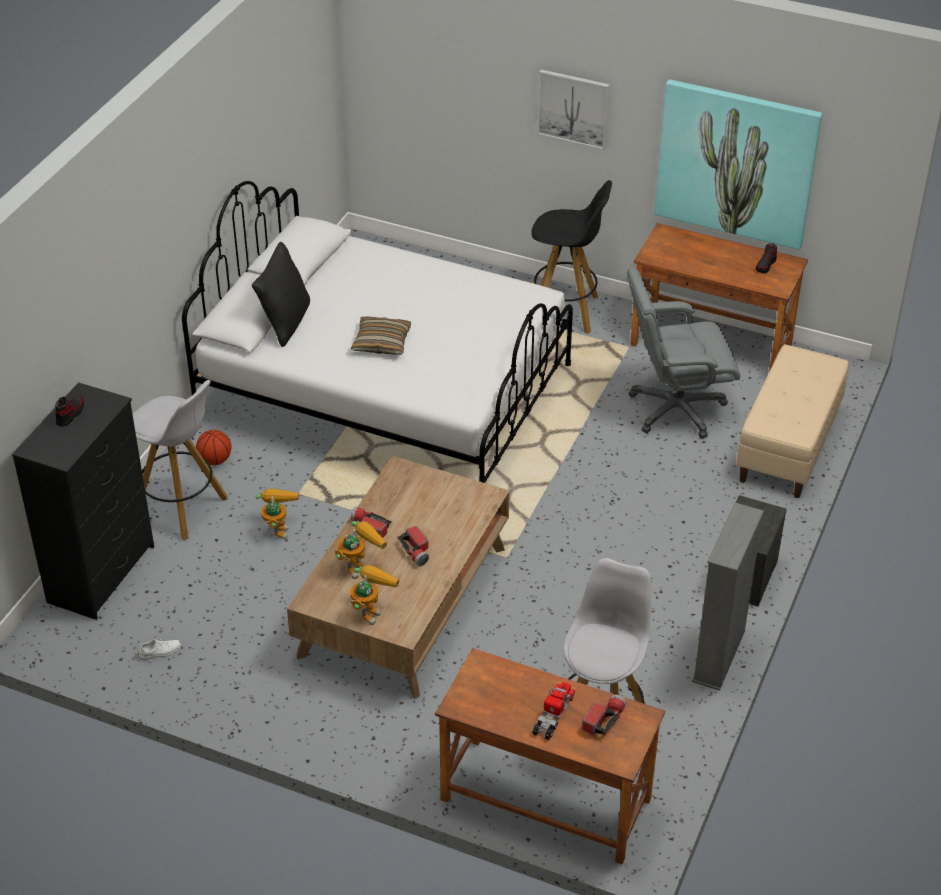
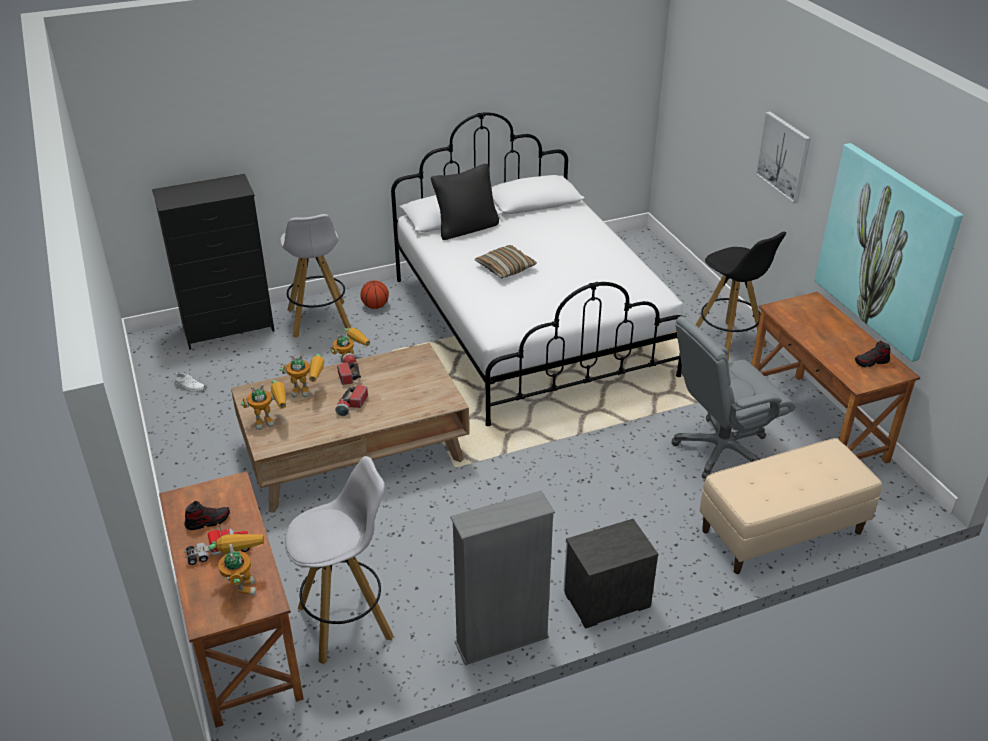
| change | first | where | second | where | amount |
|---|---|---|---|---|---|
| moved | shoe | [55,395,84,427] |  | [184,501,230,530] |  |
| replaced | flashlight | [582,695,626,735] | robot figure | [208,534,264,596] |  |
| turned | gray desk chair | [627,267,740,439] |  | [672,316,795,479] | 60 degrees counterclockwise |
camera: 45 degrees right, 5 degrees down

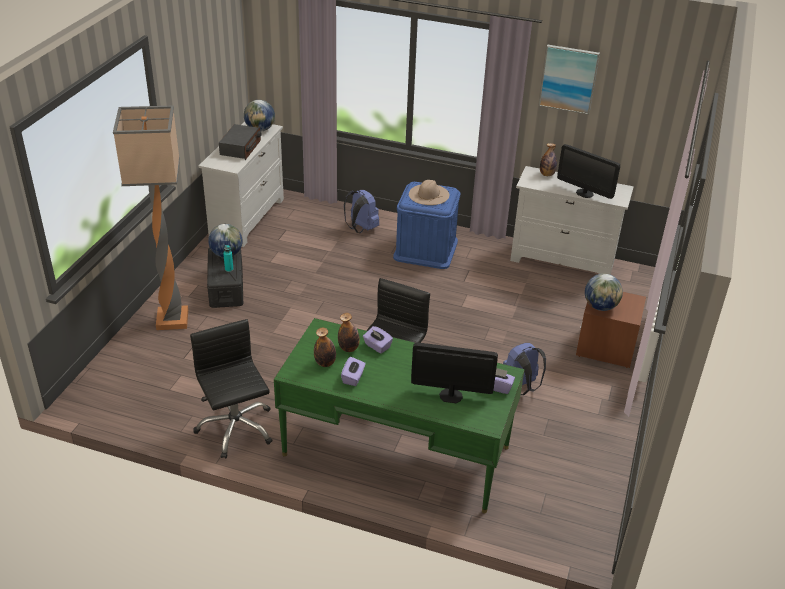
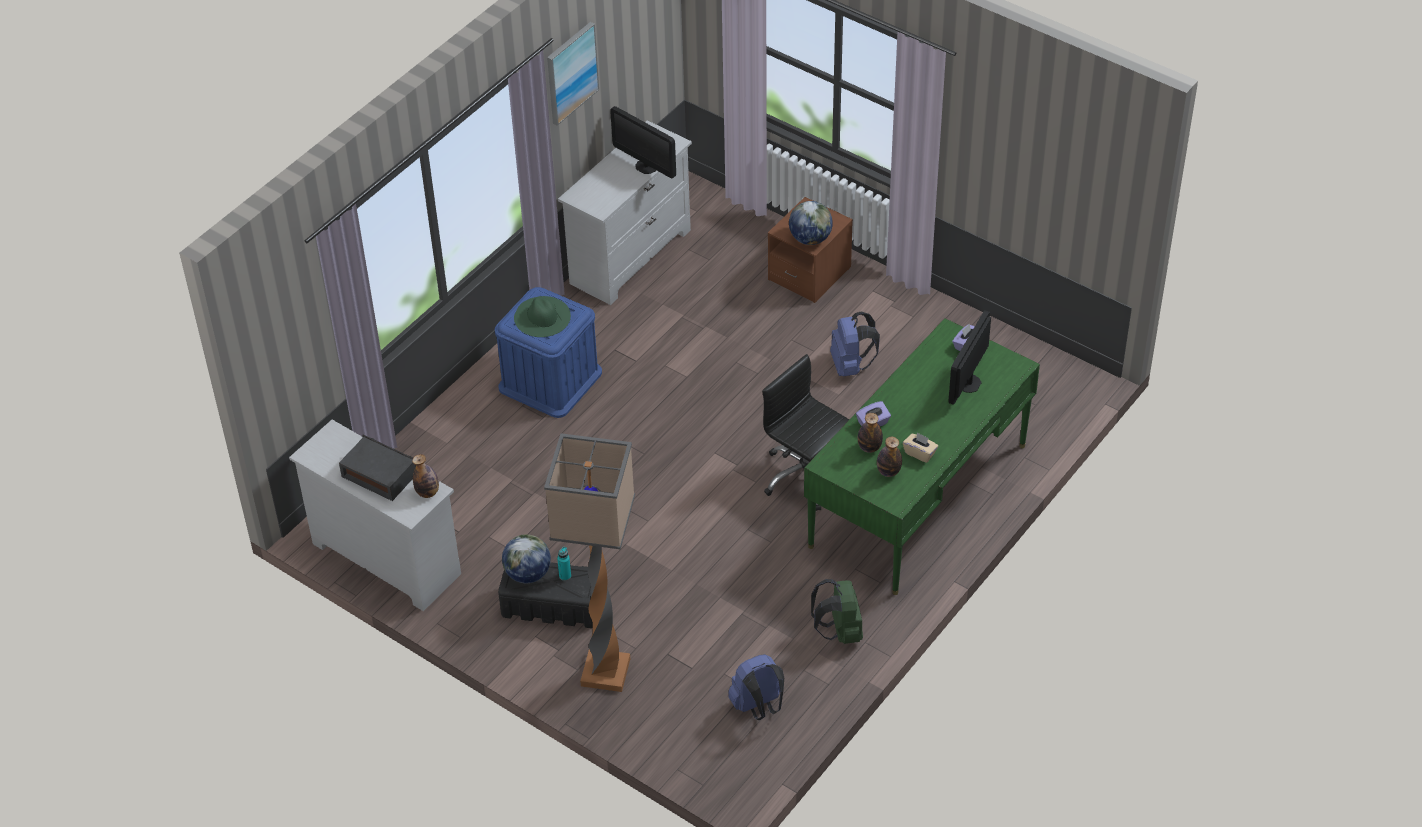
| change | first | where | second | where | amount |
|---|---|---|---|---|---|
| removed | desk globe | [244,100,275,132] |  |  |  |
| moved | blue-coloured knapsack | [344,190,379,233] |  | [728,654,784,720] |  |
| moved | bottle | [540,143,557,176] |  | [412,454,439,498] |  |
| replaced | black-coloured desk chair | [190,319,273,458] | green knapsack | [811,579,863,644] |  |
| recoloured | purple-coloured tissue holder | [341,357,366,386] | beige tissue holder | [903,432,938,463] |  |
| recoloured | beige wearable hat | [409,180,449,205] | green wearable hat | [514,296,571,337] |  |
| turned | monitor | [557,144,620,199] |  | [610,106,676,178] | 75 degrees clockwise |
camera: 70 degrees left, 10 degrees up

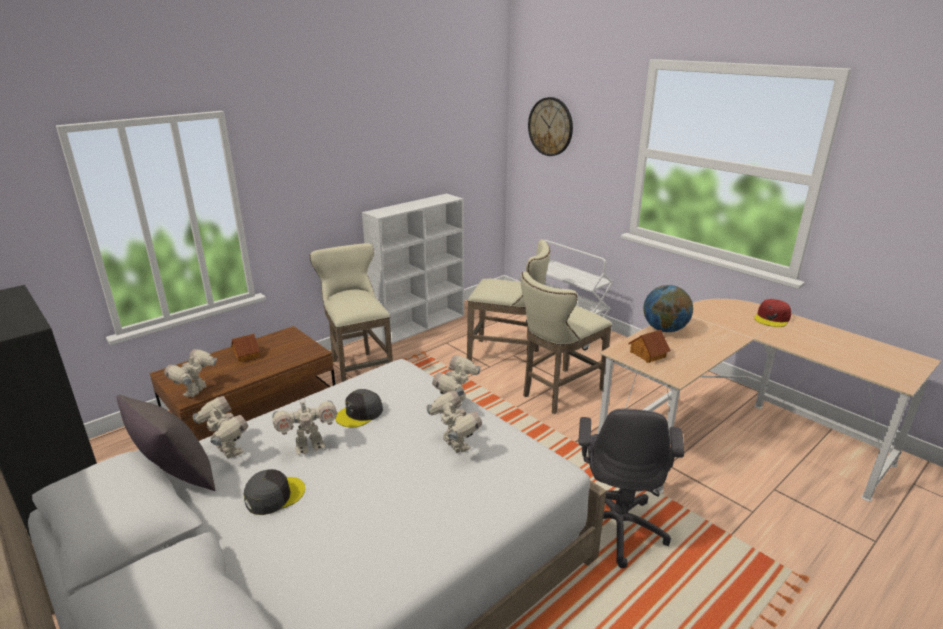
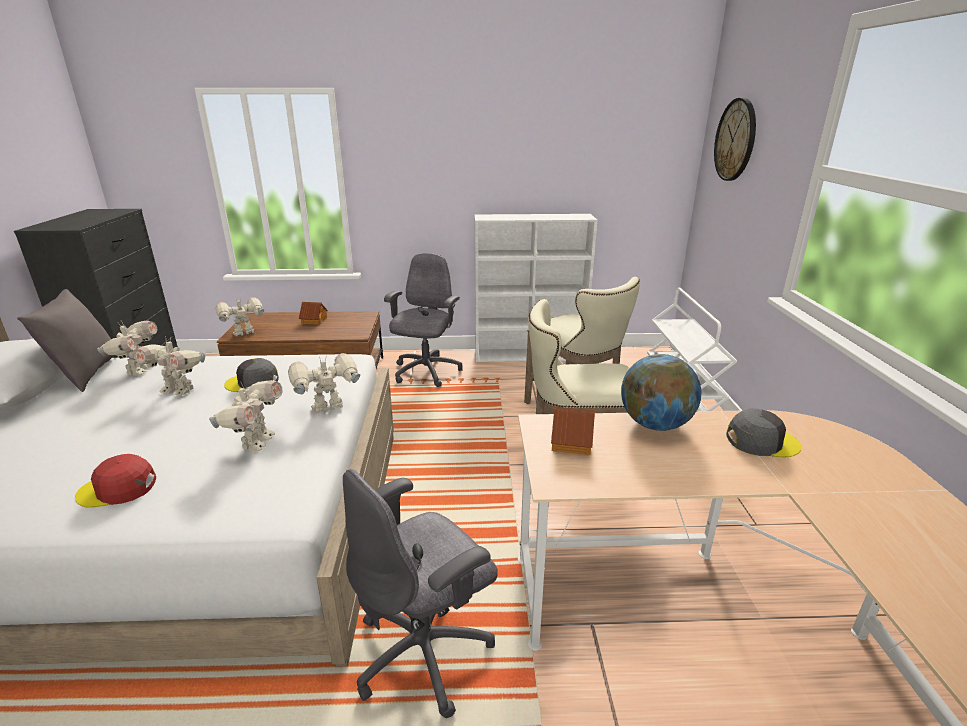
| change | first | where | second | where | amount |
|---|---|---|---|---|---|
| moved | gray peaked cap | [243,469,305,515] |  | [726,409,802,457] |  |
| moved | red-coloured peaked cap | [754,299,791,327] |  | [75,454,156,508] |  |
| replaced | beige sitting stool | [310,243,393,382] | gray desk chair | [384,253,463,387] |  |
camera: 40 degrees right, 0 degrees up

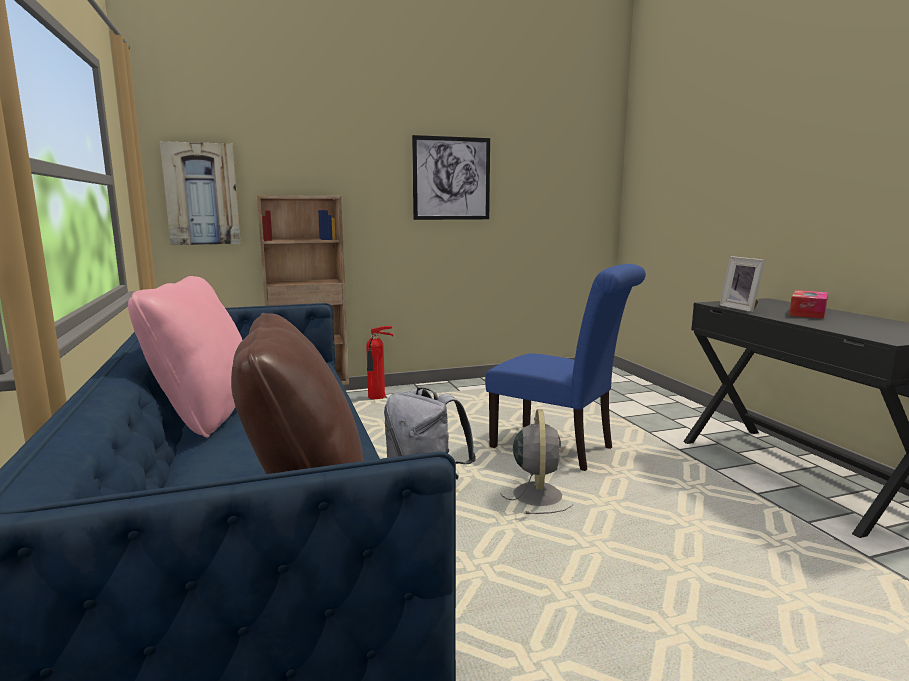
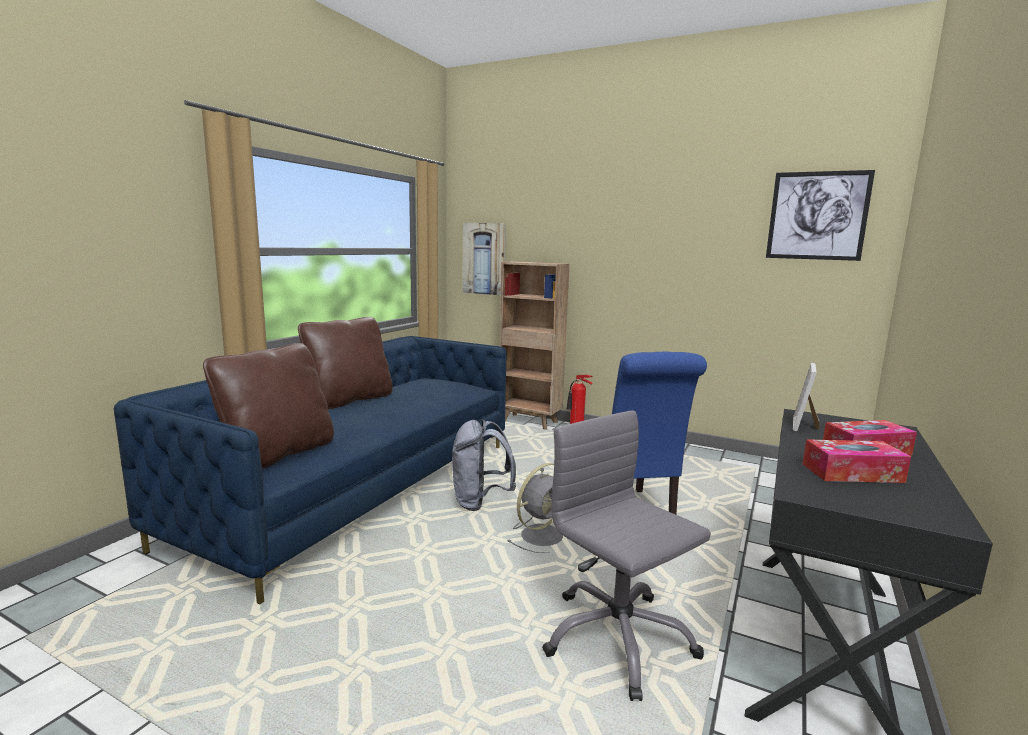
| change | first | where | second | where | amount |
|---|---|---|---|---|---|
| added |  |  | gray desk chair | [542,410,711,701] |  |
| added |  |  | tissue holder | [803,439,911,483] |  |
| moved | wall art | [412,135,490,220] |  | [766,170,875,261] |  |
| recoloured | pinkish pillow | [128,276,242,438] | brownish pillow | [298,317,392,409] |  |
camera: 45 degrees right, 0 degrees up

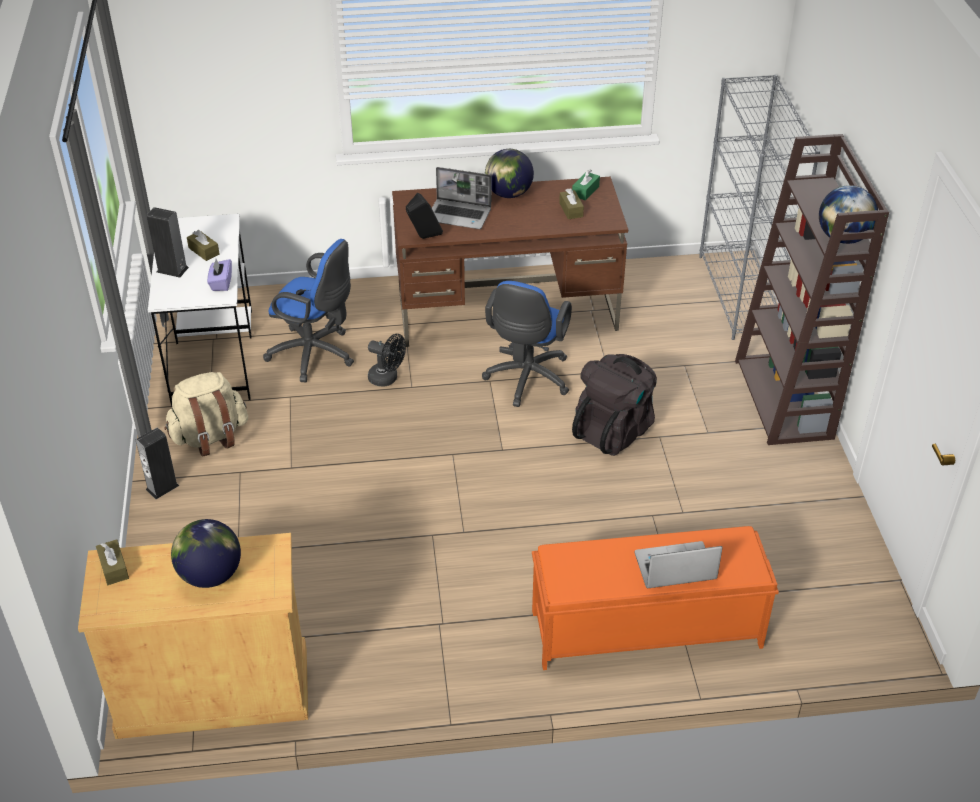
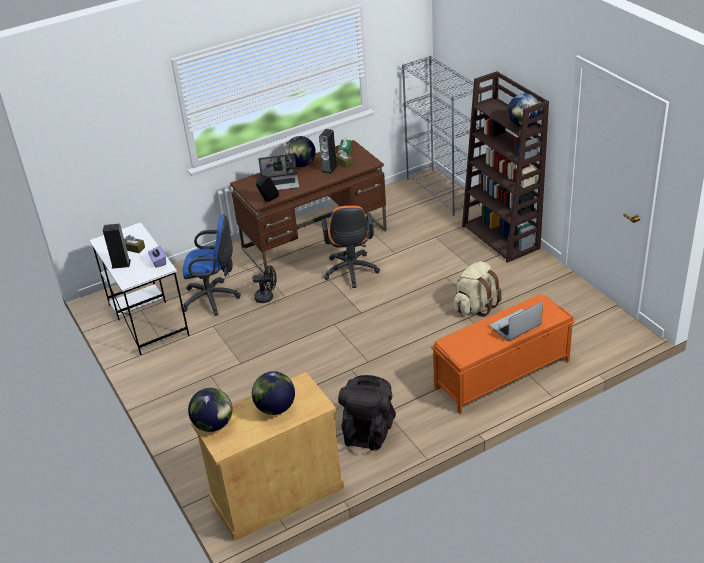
| change | first | where | second | where | amount |
|---|---|---|---|---|---|
| moved | speaker | [136,427,180,499] |  | [319,129,338,174] |  |
| moved | beige knapsack | [164,372,248,457] |  | [455,262,502,317] |  |
| moved | black-coloured knapsack | [572,354,657,456] |  | [338,375,396,451] |  |
| replaced | brownish tissue holder | [96,539,129,585] | desk globe | [188,388,232,432] |  |
| recoloured | blue-coloured desk chair | [482,281,572,407] | orange desk chair | [322,206,380,288] |  |
camera: 20 degrees left, 5 degrees down

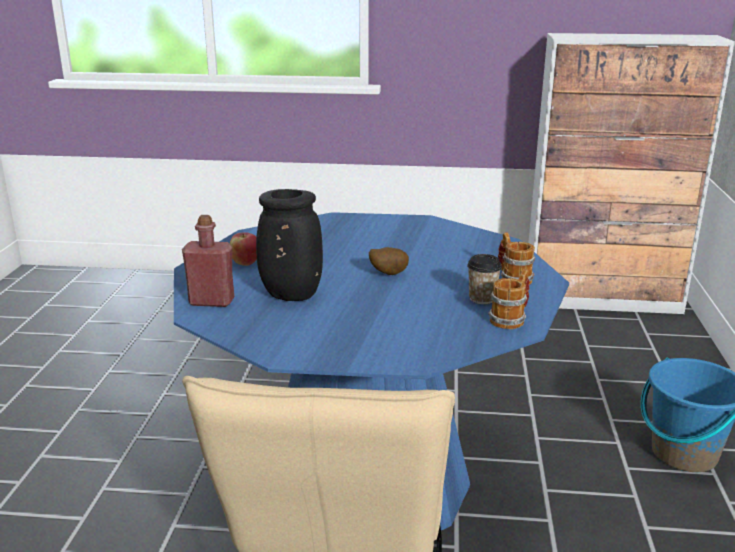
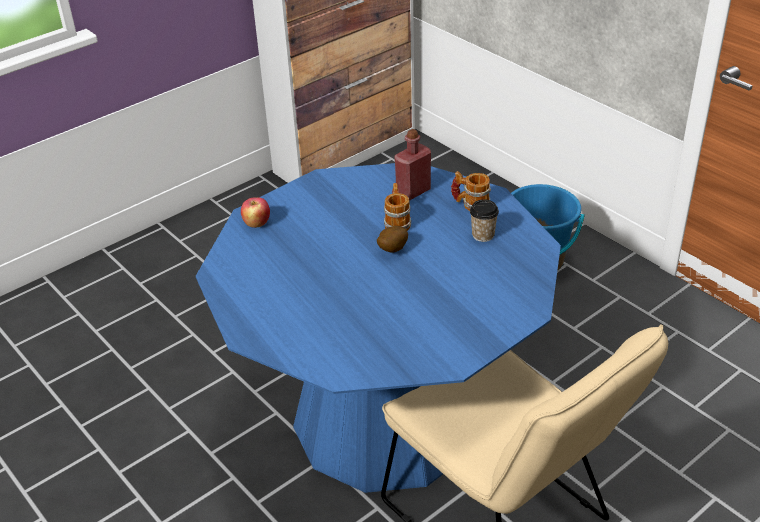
| change | first | where | second | where | amount |
|---|---|---|---|---|---|
| removed | black-coloured decorative vase | [256,189,323,301] |  |  |  |
| moved | red-coloured bottle | [182,215,234,307] |  | [395,129,431,201] |  |
| moved | apple fruit | [230,233,257,266] |  | [241,197,270,228] |  |
| moved | tea mug | [488,269,529,329] |  | [384,183,411,231] |  |
camera: 45 degrees left, 15 degrees up

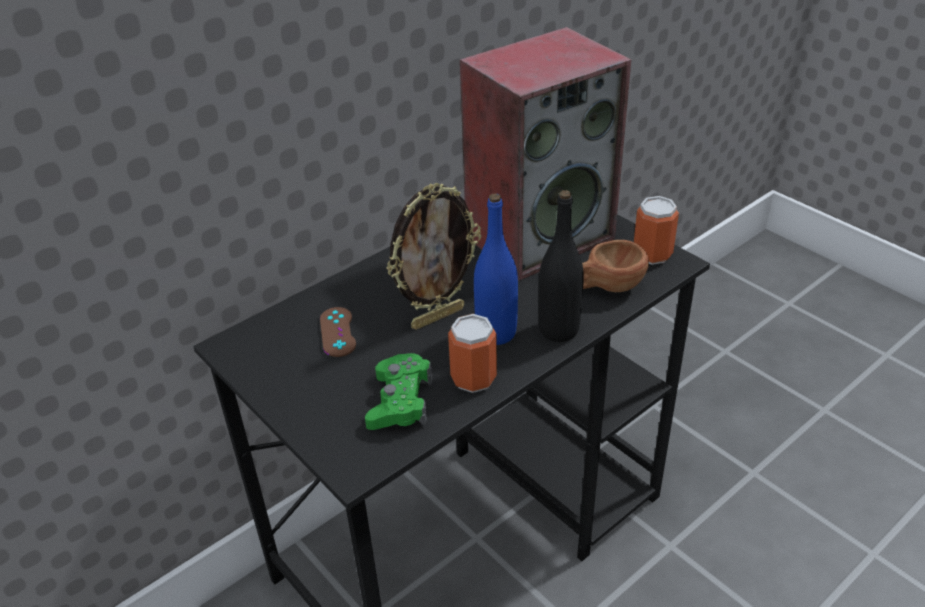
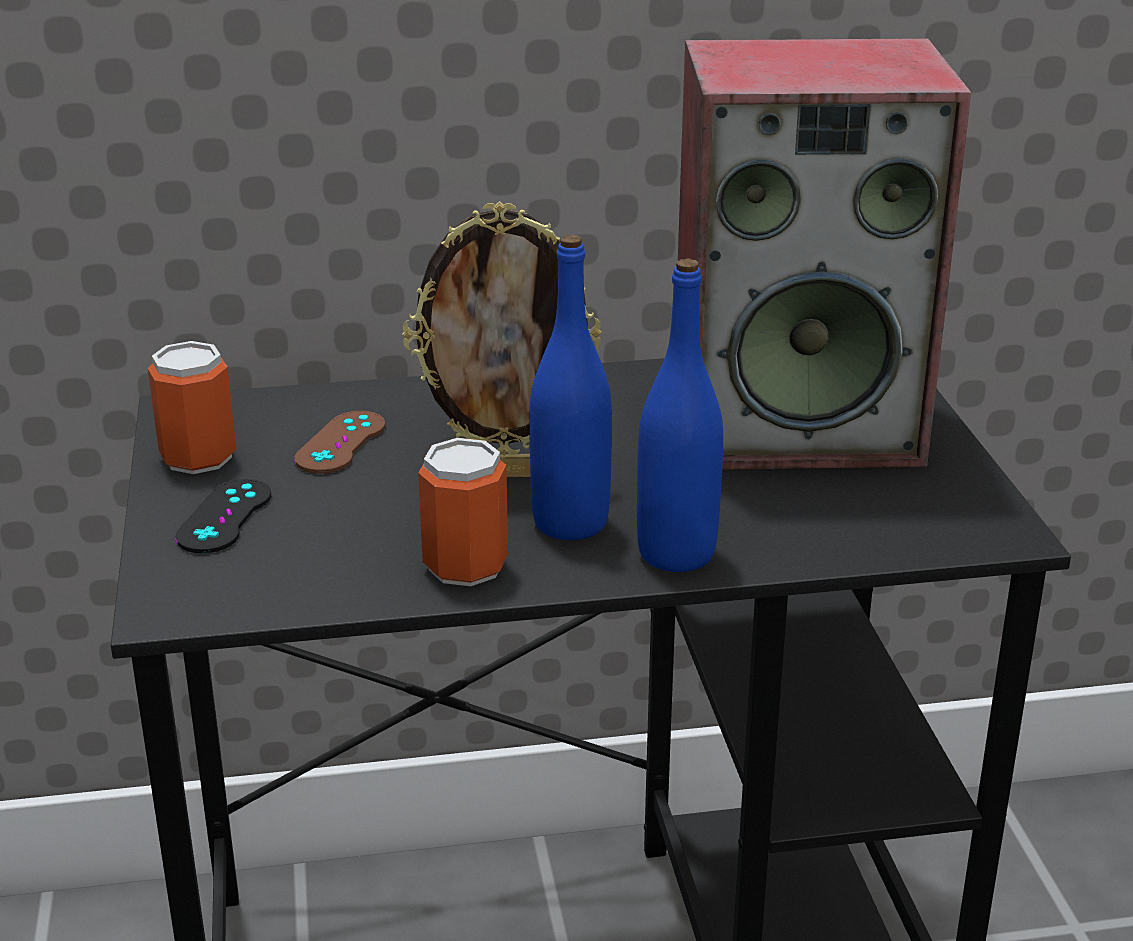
| change | first | where | second | where | amount |
|---|---|---|---|---|---|
| removed | green gamepad | [365,353,432,430] |  |  |  |
| removed | brownish small cup | [582,240,649,292] |  |  |  |
| added |  |  | black-coloured gamepad | [175,479,271,553] |  |
| moved | can | [634,196,679,265] |  | [148,341,236,474] |  |
| recoloured | black-coloured bottle | [538,190,584,342] | blue-coloured bottle | [637,258,723,572] |  |
camera: 30 degrees right, 10 degrees down

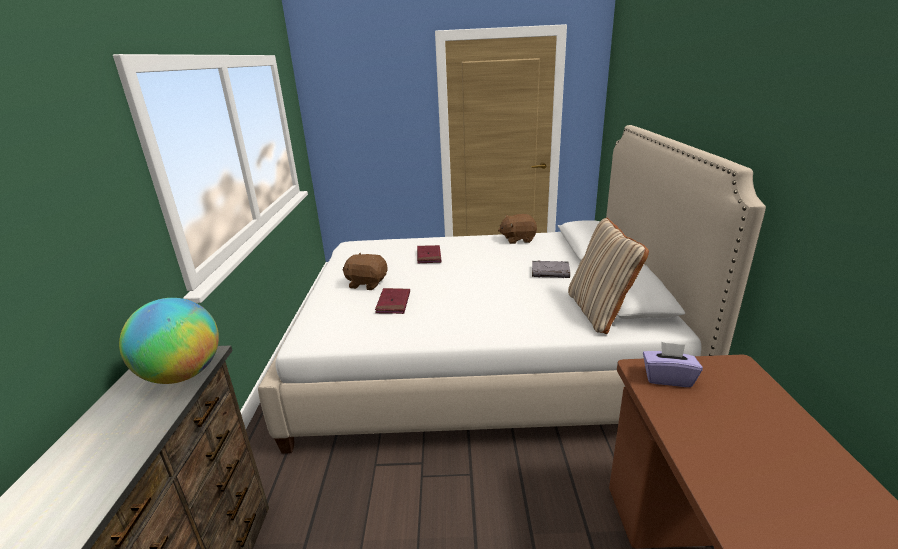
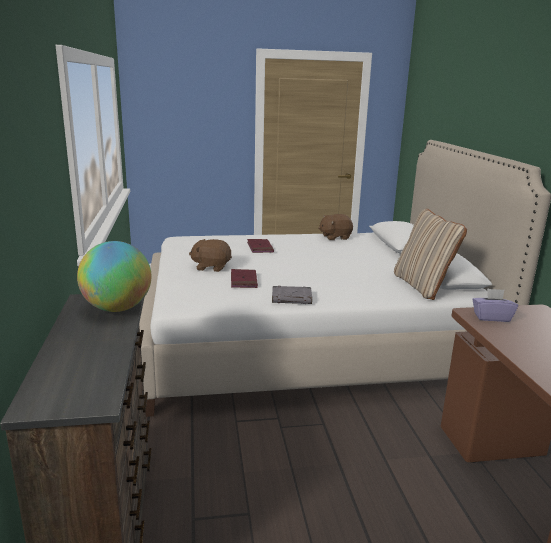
| change | first | where | second | where | amount |
|---|---|---|---|---|---|
| moved | gray volume | [532,260,570,278] |  | [272,286,312,304] |  |
camera: 10 degrees left, 5 degrees down

